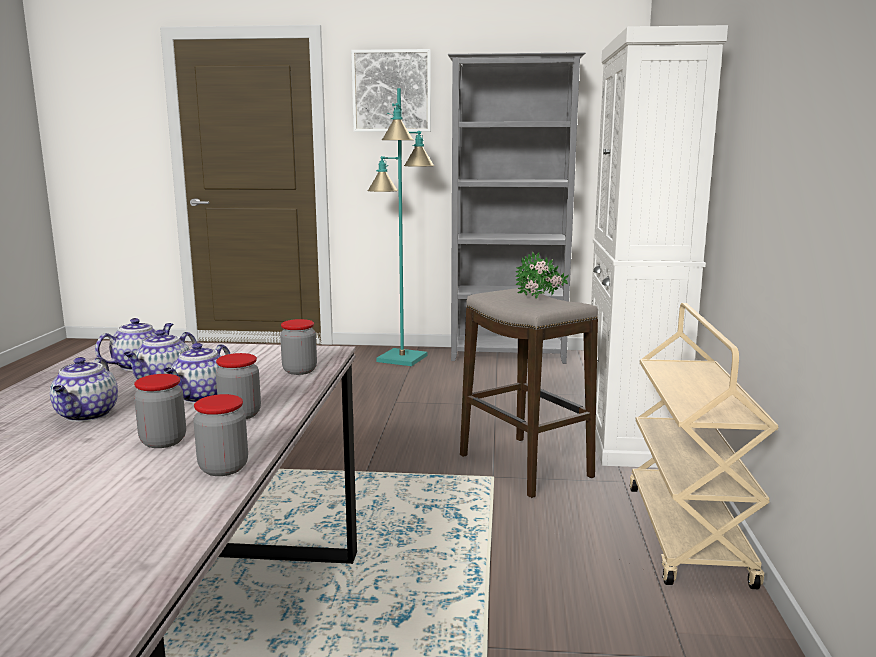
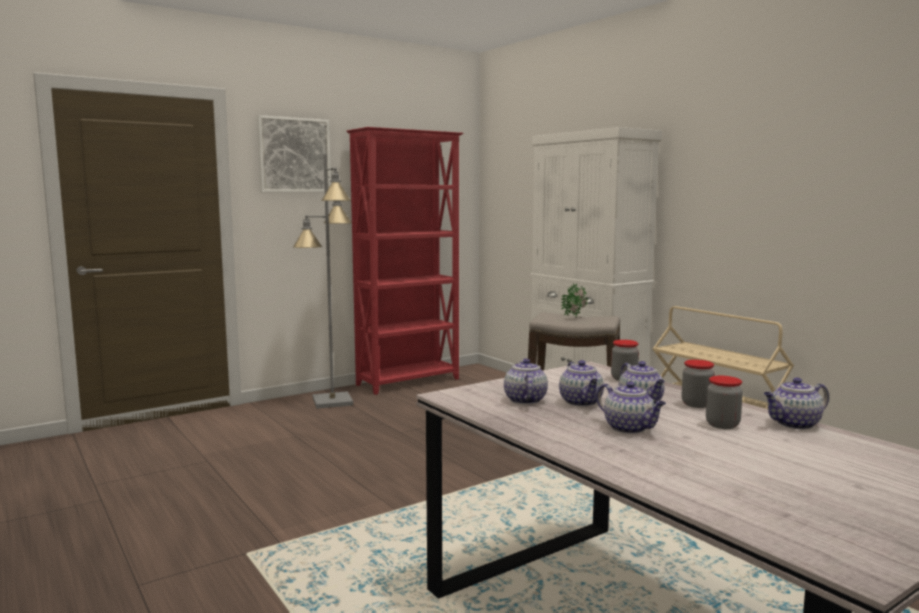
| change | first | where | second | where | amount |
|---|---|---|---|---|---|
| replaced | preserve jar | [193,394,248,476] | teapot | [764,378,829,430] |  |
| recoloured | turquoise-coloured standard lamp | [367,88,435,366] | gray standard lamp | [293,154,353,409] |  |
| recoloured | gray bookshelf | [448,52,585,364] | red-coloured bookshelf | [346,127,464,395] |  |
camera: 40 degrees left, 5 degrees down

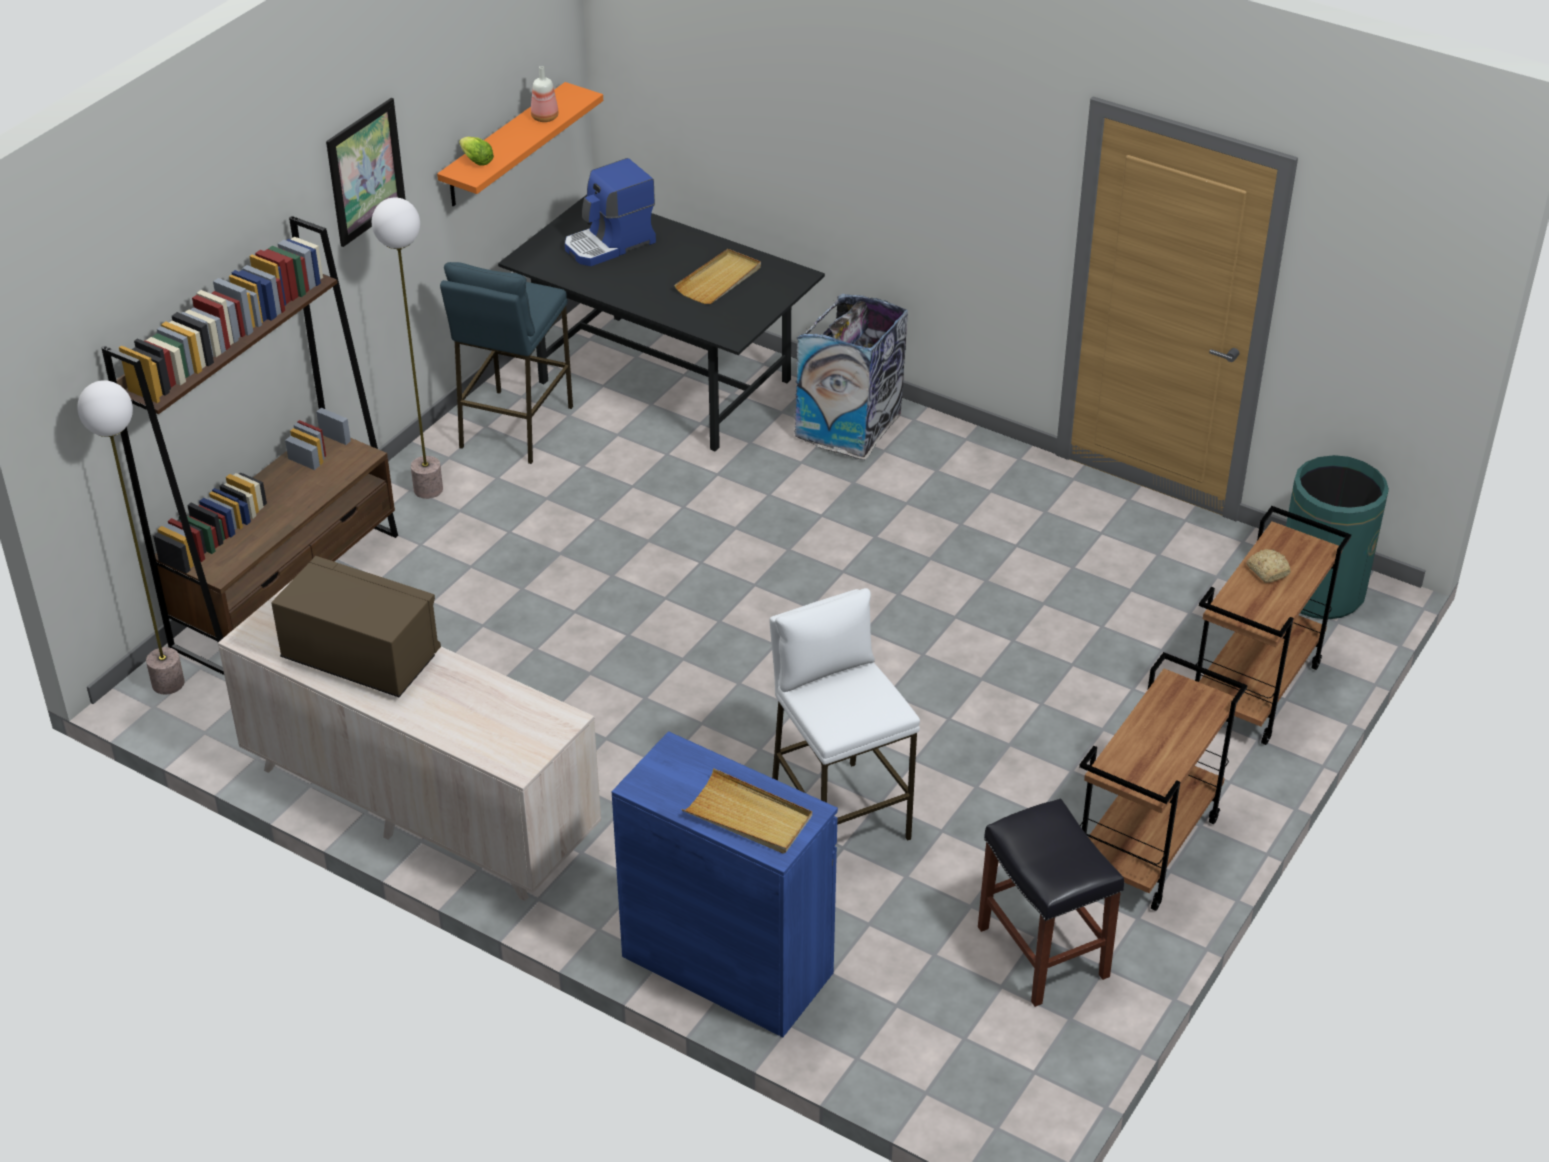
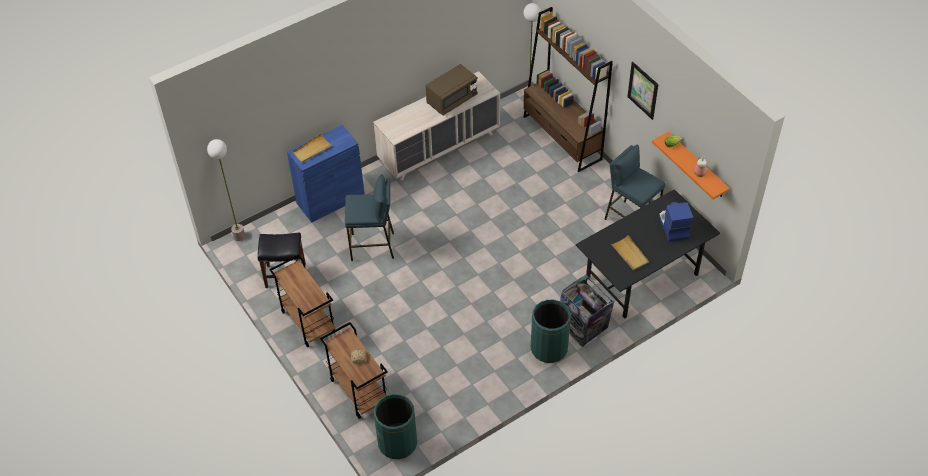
| change | first | where | second | where | amount |
|---|---|---|---|---|---|
| added |  |  | green rubbish bin | [531,300,571,363] |  |
| moved | standard lamp | [372,197,443,499] |  | [207,139,245,241] |  |
| recoloured | white-coloured sitting stool | [769,588,920,841] | blue-coloured sitting stool | [345,174,394,261] |  |
camera: 115 degrees right, 10 degrees up

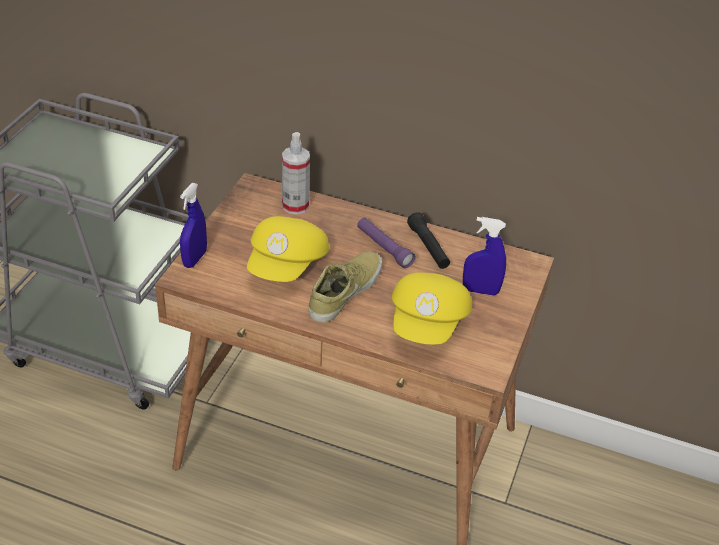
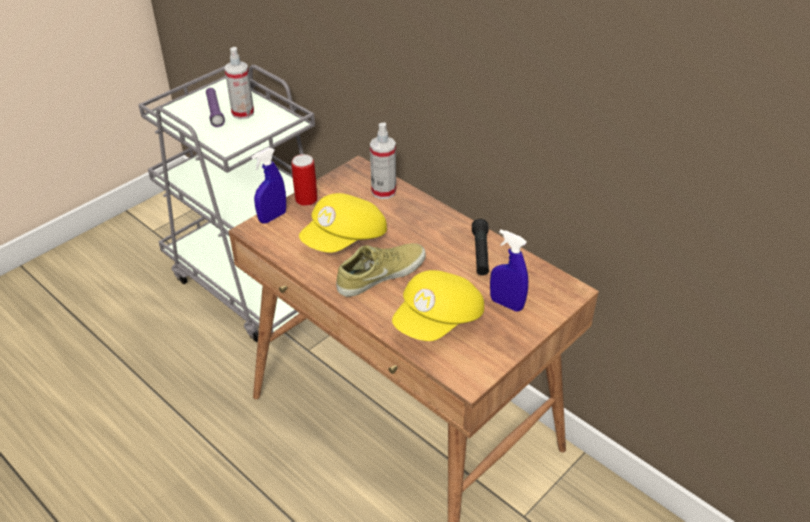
| change | first | where | second | where | amount |
|---|---|---|---|---|---|
| added |  |  | hand sprayer | [224,47,254,119] |  |
| added |  |  | can | [291,154,317,206] |  |
| moved | purple-coloured flashlight | [357,218,416,269] |  | [206,88,225,127] |  |
camera: 25 degrees right, 0 degrees up

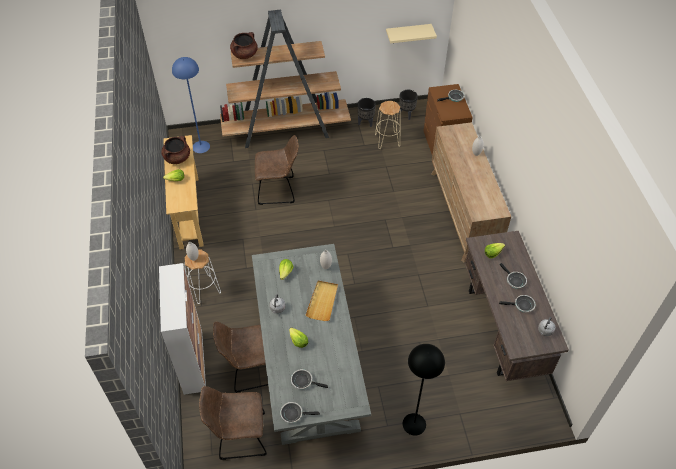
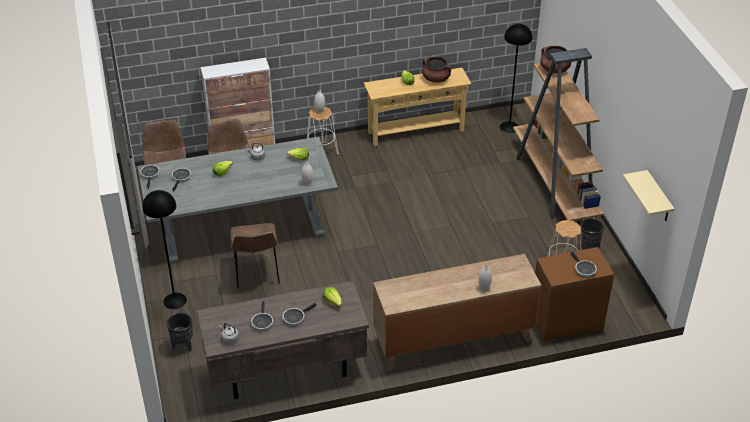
| change | first | where | second | where | amount |
|---|---|---|---|---|---|
| removed | beige carrying tray | [306,281,338,321] |  |  |  |
| moved | brownish upright chair | [255,135,299,205] |  | [230,223,280,288] |  |
| moved | black-coloured planter | [399,90,418,120] |  | [167,313,193,351] |  |
| recoloured | blue-coloured standard lamp | [172,57,210,153] | black-coloured standard lamp | [500,24,532,133] |  |
camera: 85 degrees right, 10 degrees down

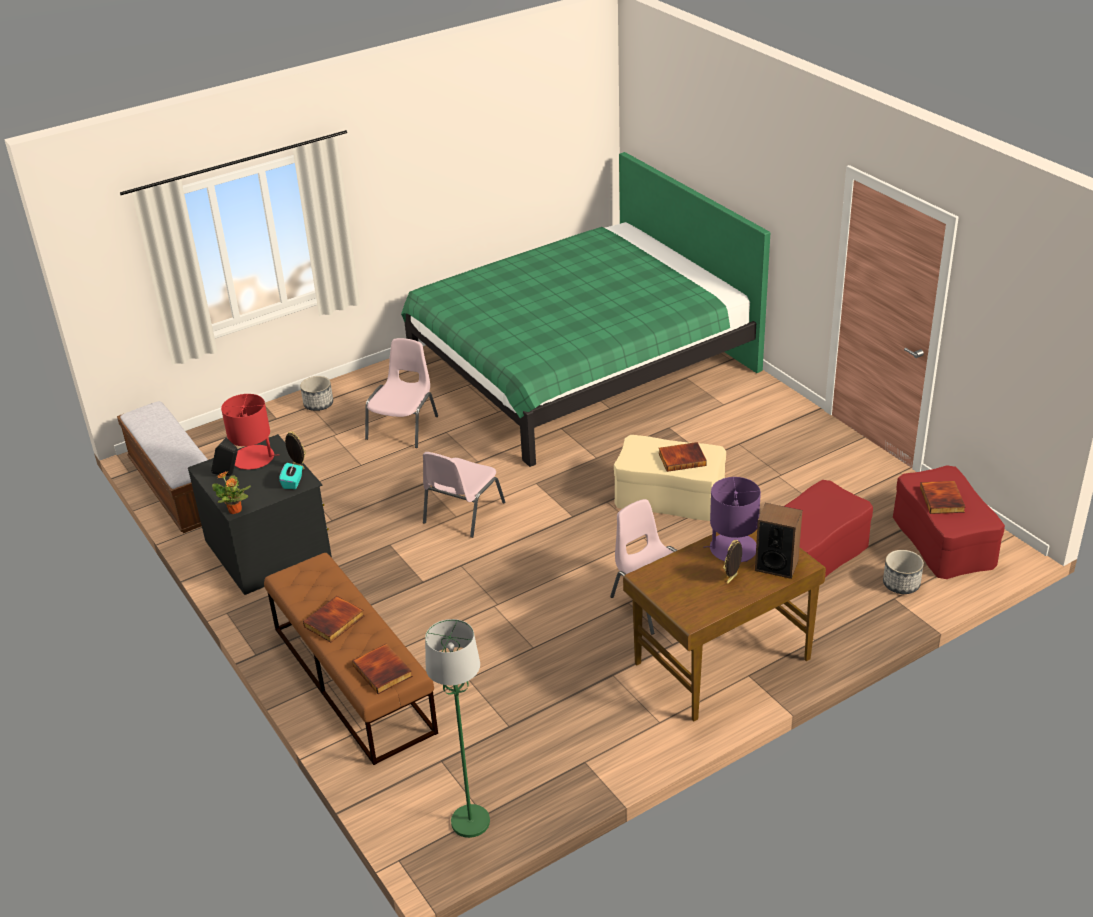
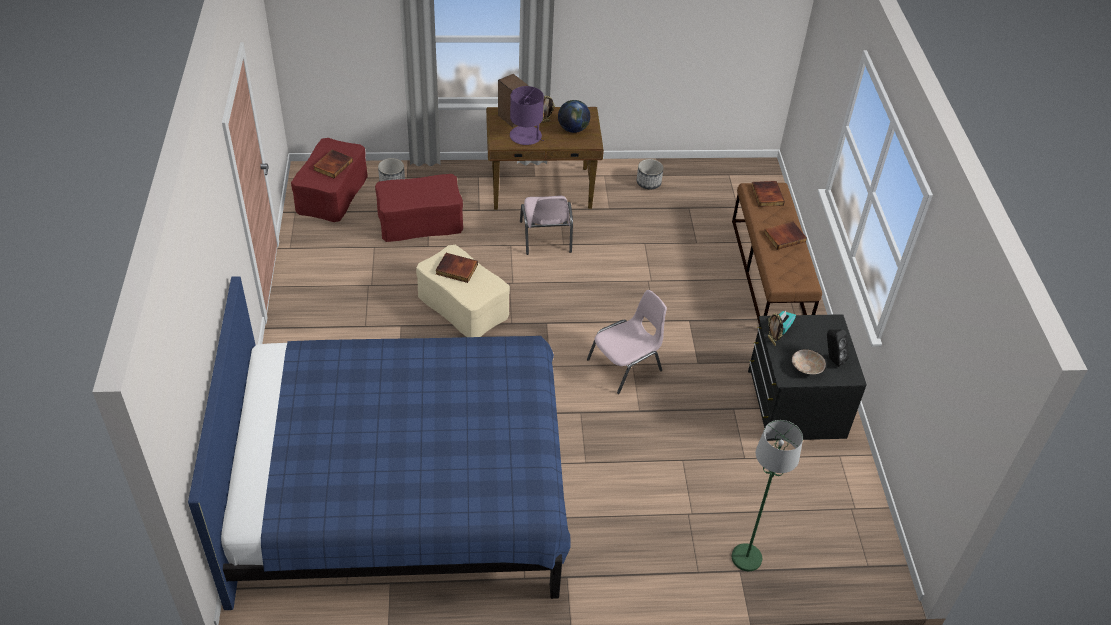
| change | first | where | second | where | amount |
|---|---|---|---|---|---|
| removed | bench | [117,401,208,533] |  |  |  |
| removed | potted plant | [212,472,251,514] |  |  |  |
| removed | pinkish upright chair | [365,338,438,448] |  |  |  |
| added |  |  | desk globe | [558,100,590,133] |  |
| moved | planter | [300,376,333,411] |  | [637,159,664,189] |  |
| moved | green standard lamp | [425,619,490,838] |  | [732,420,803,571] |  |
| replaced | red-coloured table lamp | [221,394,280,470] | beige bowl | [792,349,826,374] |  |
| recoloured | green bed | [401,152,770,467] | blue-coloured bed | [188,276,571,610] |  |
camera: 155 degrees left, 10 degrees up

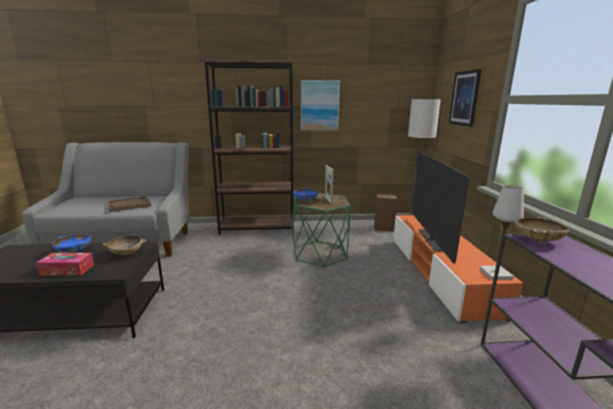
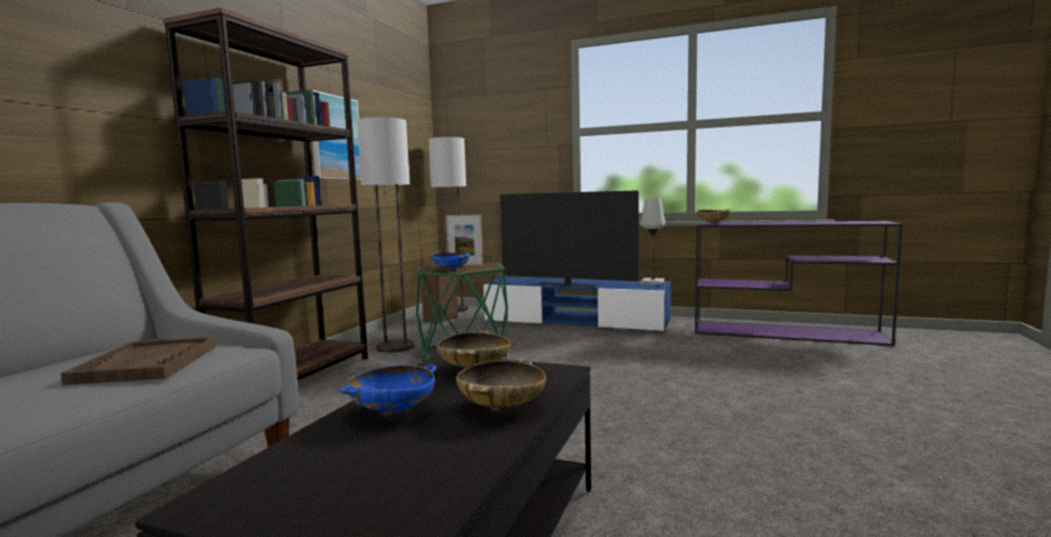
| change | first | where | second | where | amount |
|---|---|---|---|---|---|
| removed | wall art | [449,69,482,127] |  |  |  |
| added |  |  | standard lamp | [357,117,415,353] |  |
| replaced | tissue holder | [36,253,94,276] | beige bowl | [456,359,546,411] |  |
| recoloured | orange media console | [393,215,523,323] | blue-coloured media console | [483,277,671,333] |  |
camera: 65 degrees left, 10 degrees down

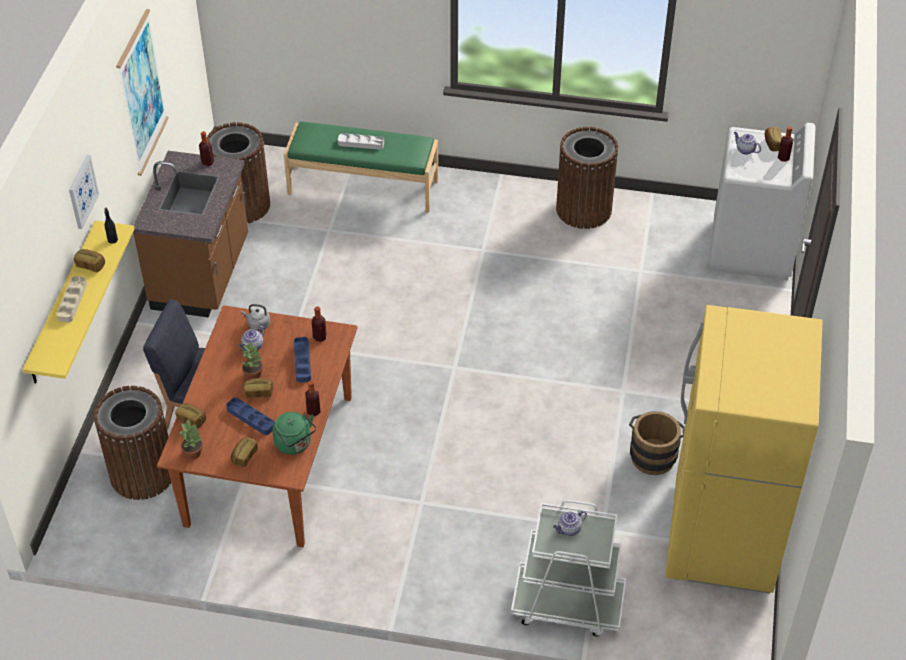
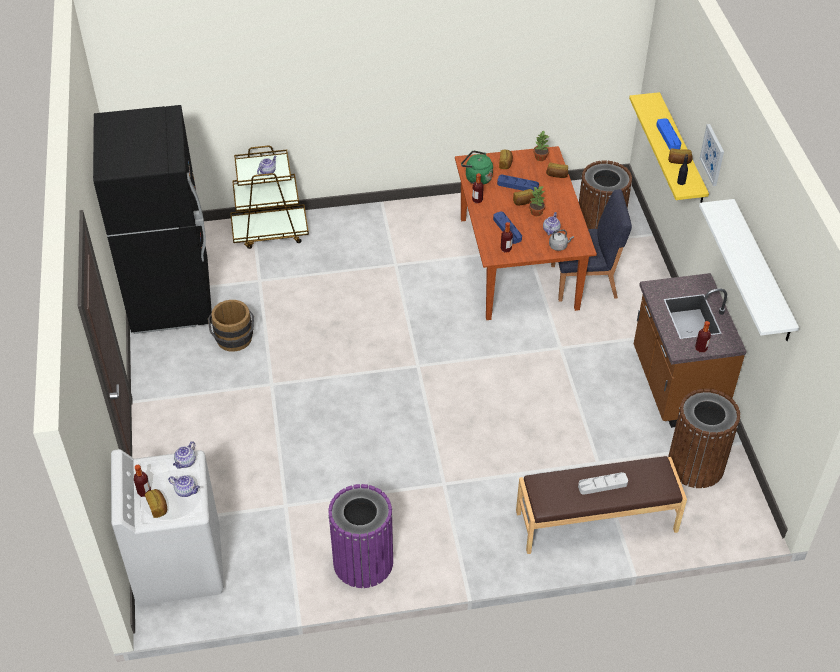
| change | first | where | second | where | amount |
|---|---|---|---|---|---|
| added |  |  | teapot | [173,441,196,469] |  |
| replaced | wall art | [116,9,169,176] | white-coloured bracket shelf | [699,199,799,341] |  |
| recoloured | beige carrying tray | [56,276,87,322] | blue-coloured carrying tray | [656,118,681,149] |  |
| recoloured | green bench | [284,121,438,213] | brownish bench | [516,456,687,554] |  |
| recoloured | white-coloured cart | [511,500,626,636] | brownish cart | [230,146,309,249] |  |
| recoloured | brownish rubbish bin | [556,127,618,229] | purple-coloured rubbish bin | [328,484,393,588] |  |
| recoloured | yellow-coloured refrigerator | [665,305,823,593] | black-coloured refrigerator | [93,105,212,334] |  |
camera: 160 degrees right, 0 degrees up

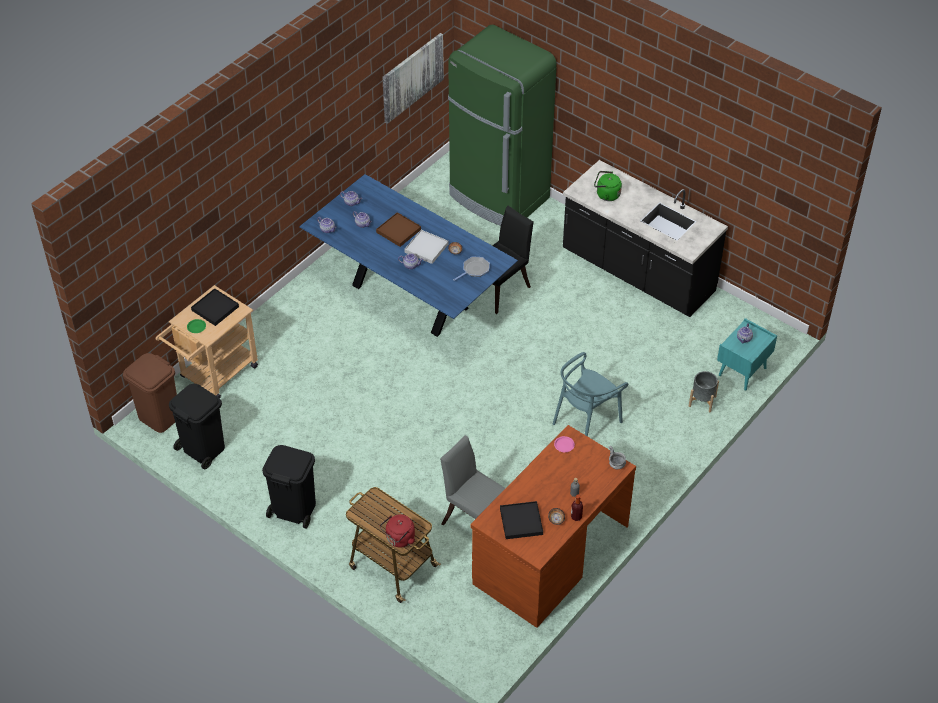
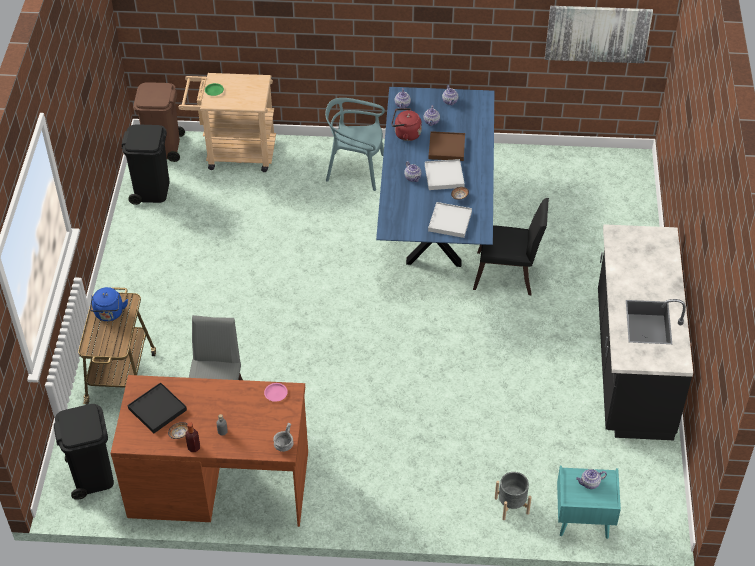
| change | first | where | second | where | amount |
|---|---|---|---|---|---|
| removed | black-coloured carrying tray | [191,288,239,326] |  |  |  |
| removed | green refrigerator | [448,25,556,226] |  |  |  |
| removed | green water kettle | [594,171,622,201] |  |  |  |
| added |  |  | blue-coloured water kettle | [90,287,128,321] |  |
| moved | black-coloured rubbish bin | [262,445,316,529] |  | [54,404,114,500] |  |
| moved | red-coloured water kettle | [380,514,415,548] |  | [392,108,422,141] |  |
| moved | turquoise-coloured upright chair | [553,352,628,437] |  | [325,98,385,191] |  |
| replaced | skillet | [453,256,490,281] | white-coloured carrying tray | [428,202,472,238] |  |
camera: 55 degrees right, 0 degrees up

